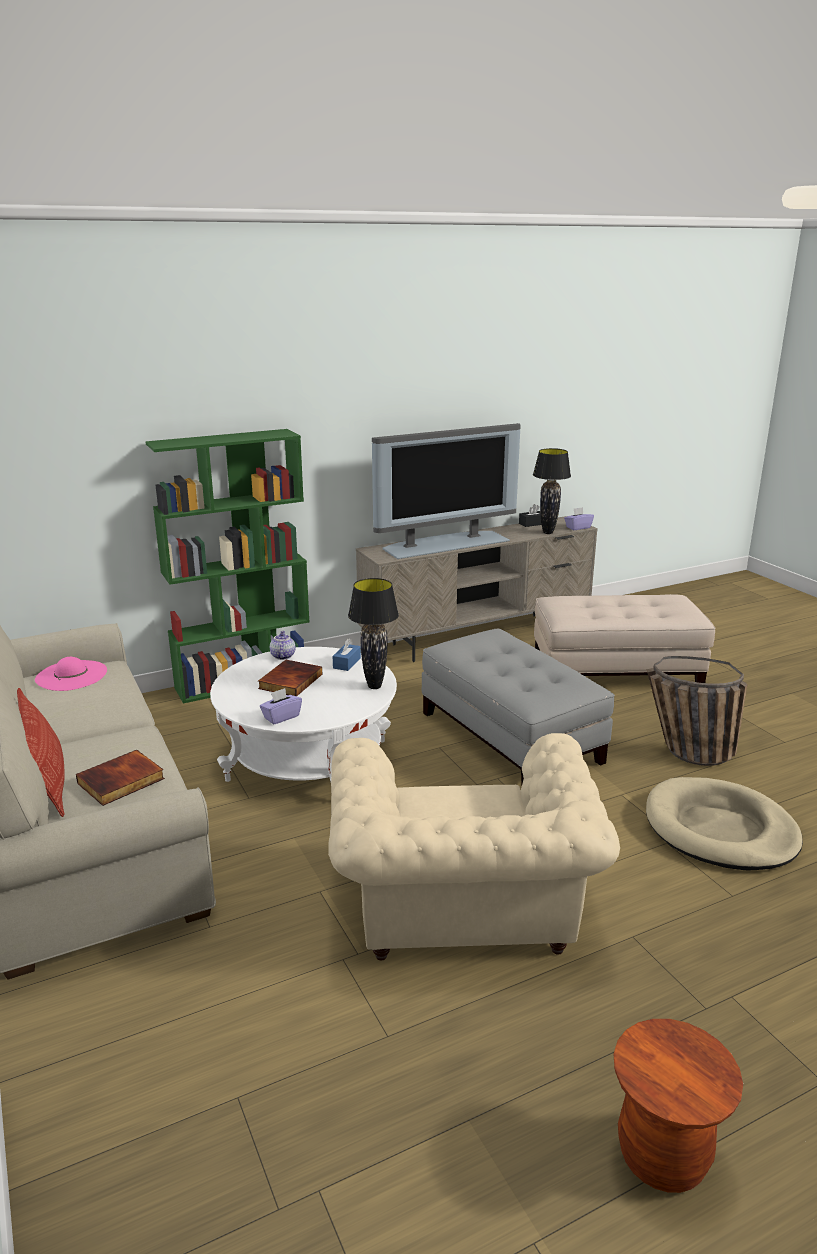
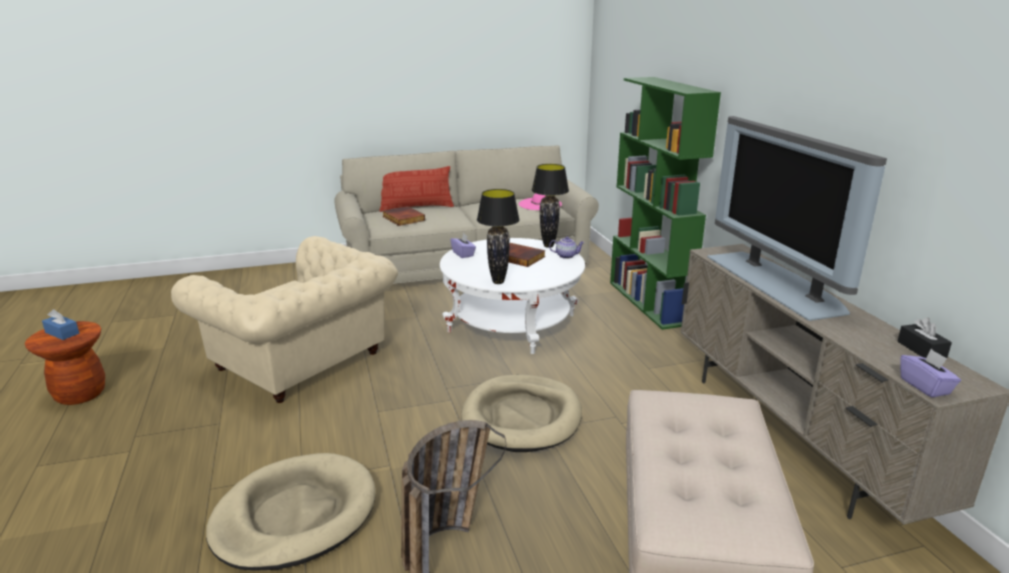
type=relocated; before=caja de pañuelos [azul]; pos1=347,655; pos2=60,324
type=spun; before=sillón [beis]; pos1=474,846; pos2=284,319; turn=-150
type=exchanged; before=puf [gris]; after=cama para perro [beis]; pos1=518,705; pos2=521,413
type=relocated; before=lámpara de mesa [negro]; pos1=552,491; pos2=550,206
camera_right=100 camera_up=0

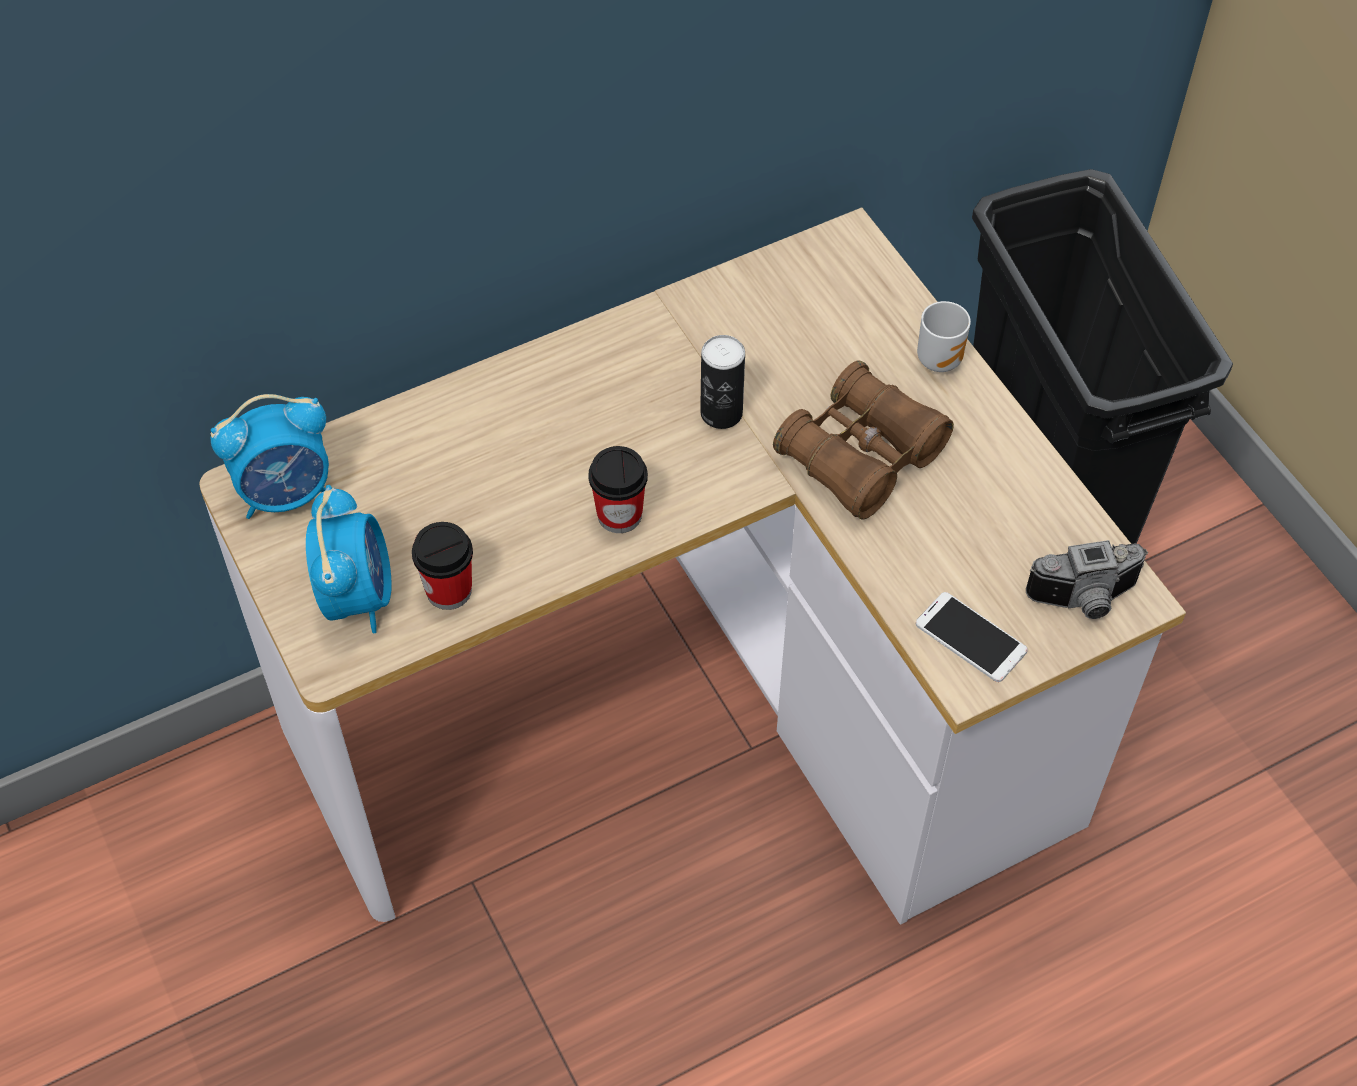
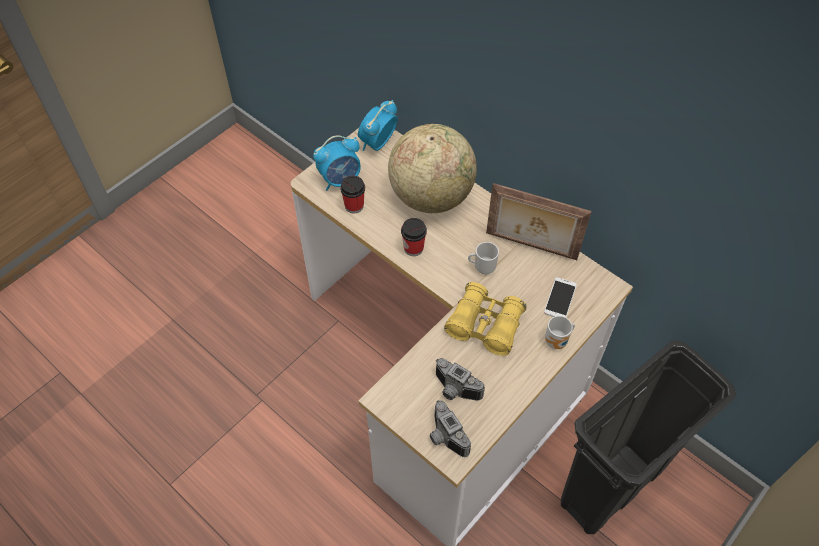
type=spun; before=despertador; pos1=270,456; pos2=378,125; turn=75
type=appeared; after=globo terráqueo; pos2=432,168
type=appeared; after=cámara; pos2=460,379
type=colour; before=prismáticos [marrón]; after=prismáticos [amarillo]; pos1=863,440; pos2=485,319
type=exchanged; before=lata; after=taza grande; pos1=722,382; pos2=483,258
type=appeared; after=portarretratos; pos2=538,221
type=relocated; before=móvil; pos1=972,637; pos2=560,297
camera_right=70 camera_up=0

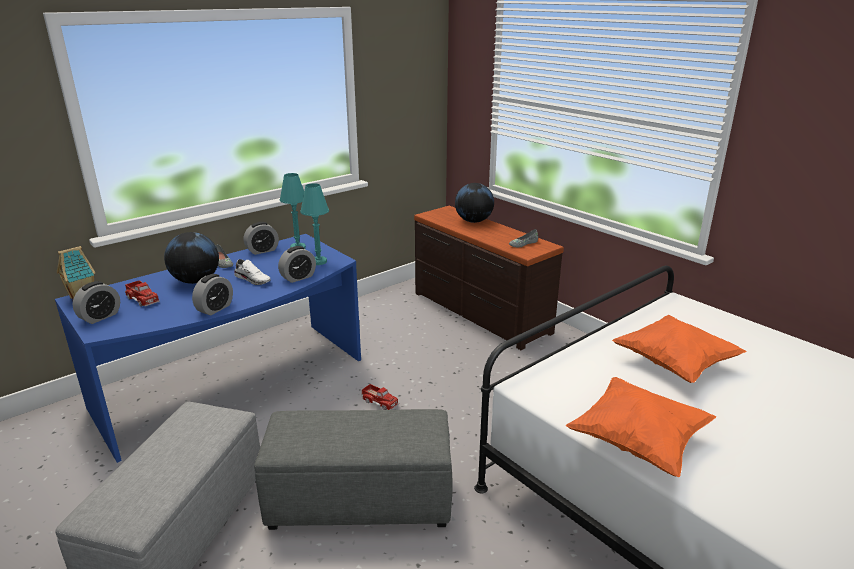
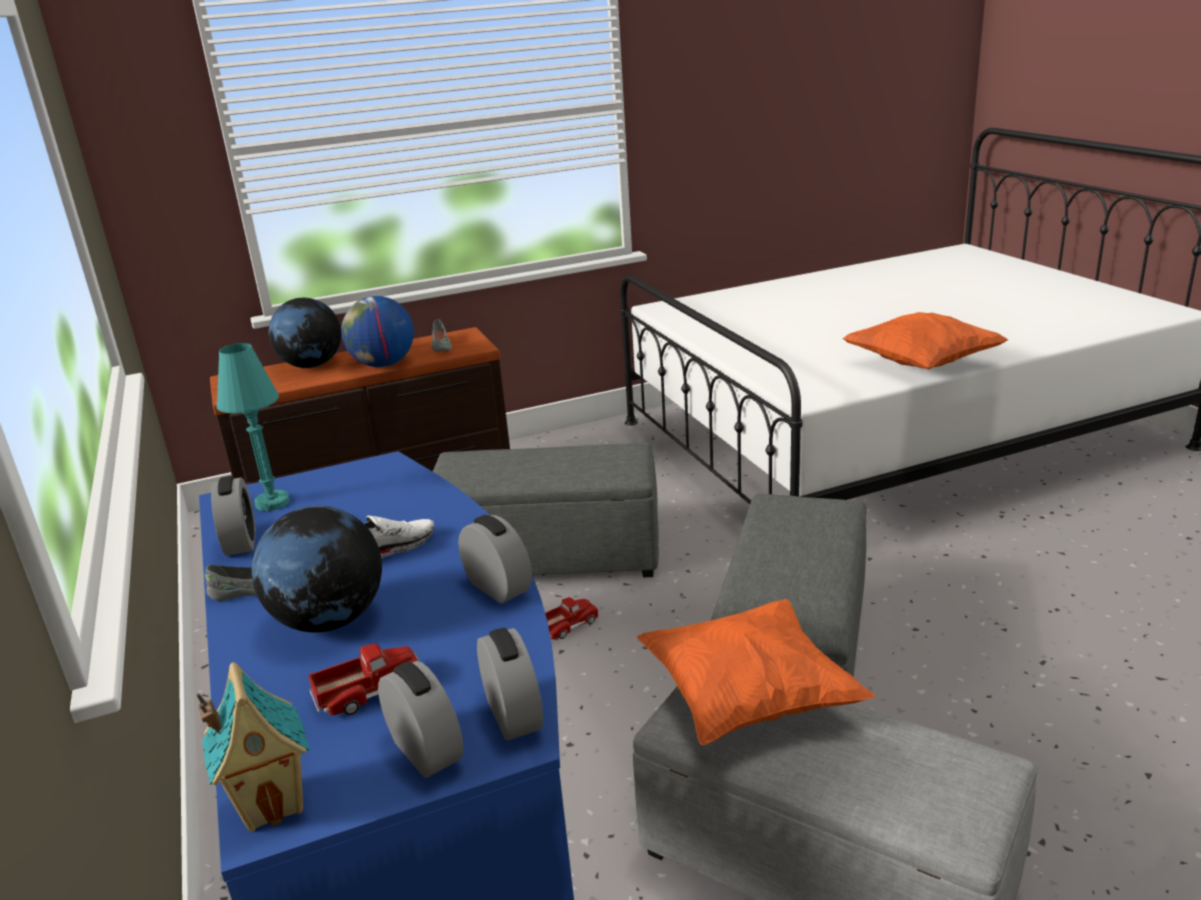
type=appeared; after=globo terráqueo; pos2=377,331
type=appeared; after=puf [gris]; pos2=546,510
type=relocated; before=despertador; pos1=297,264; pos2=510,684
type=relocated; before=cojín [naranja]; pos1=679,349; pos2=756,672
type=missing; before=lámpara de mesa [turquesa]; pos1=314,224
camera_right=-70 camera_up=0

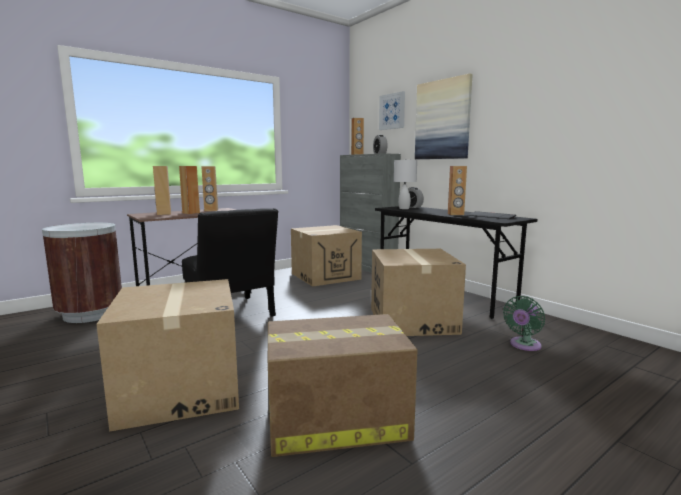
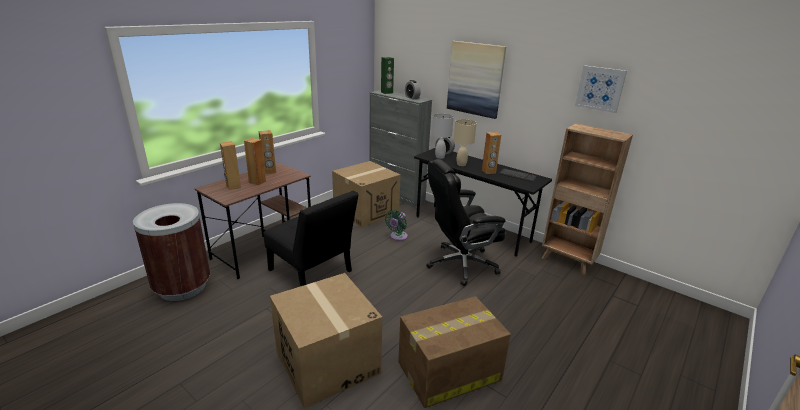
type=colour; before=altavoz [marrón]; after=altavoz [verde]; pos1=357,136; pos2=387,75
type=relocated; before=ventilador [verde]; pos1=524,323; pos2=396,225
type=exchanged; before=caja de cartón; after=silla de oficina [negro]; pos1=418,292; pos2=465,222
type=appeared; after=lámpara de mesa [beis]; pos2=465,142
type=appeared; after=estantería [marrón]; pos2=587,199
type=relocated; before=cuadro; pos1=392,110; pos2=601,89
camera_right=-15 camera_up=15

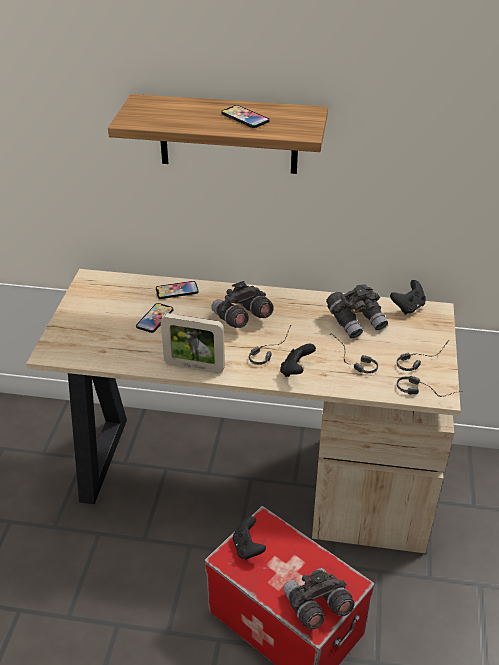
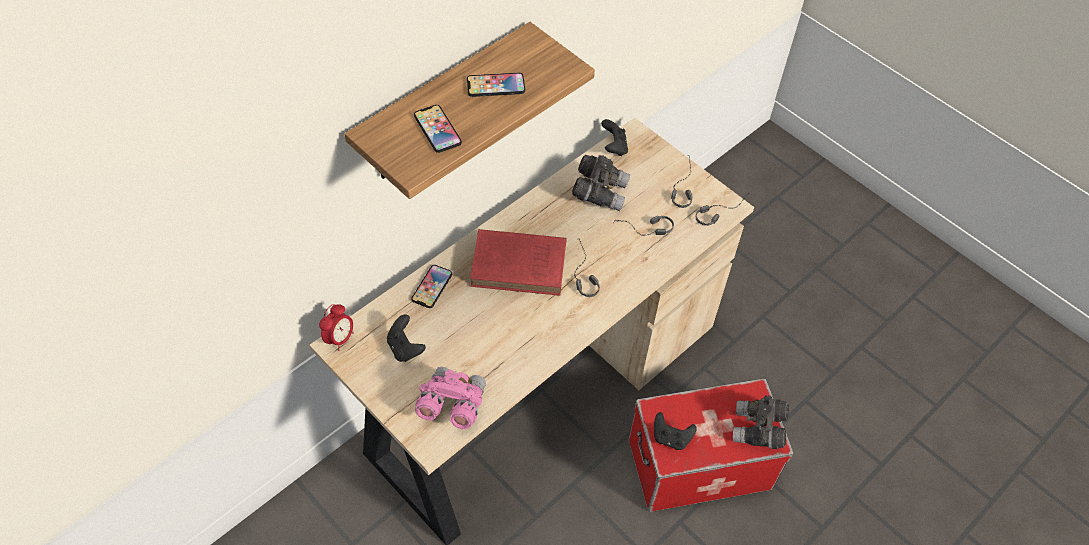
type=appeared; after=despertador; pos2=336,327
type=relocated; before=mando de consola [negro]; pos1=298,360; pos2=406,338
type=relocated; before=móvil; pos1=154,318; pos2=438,129
type=appeared; after=prismáticos [rosa]; pos2=450,398
type=exchanged; before=prismáticos [gris]; after=libro [rojo]; pos1=242,304; pos2=518,262
type=missing; before=portarretratos; pos1=193,343
camera_right=-55 camera_up=15

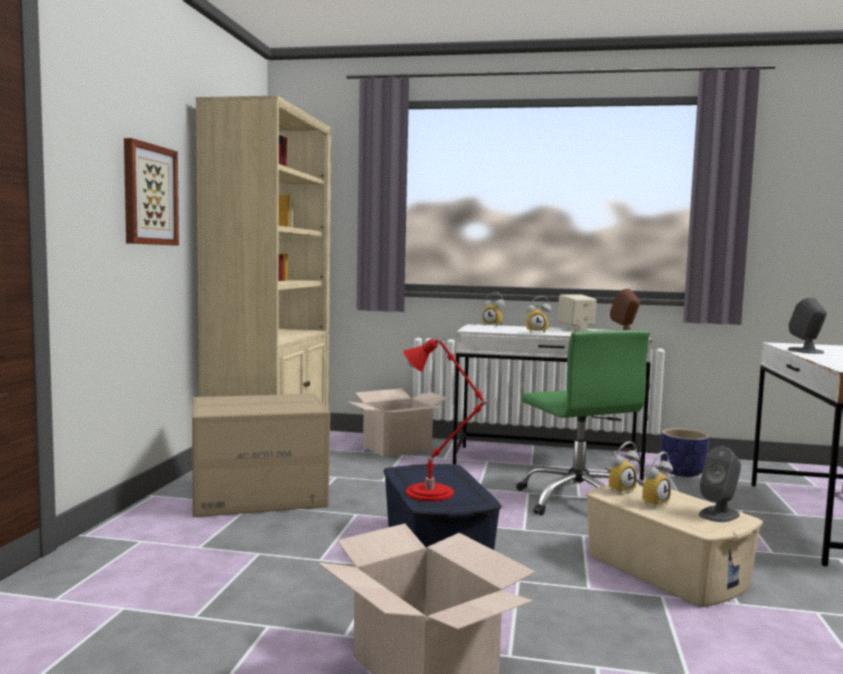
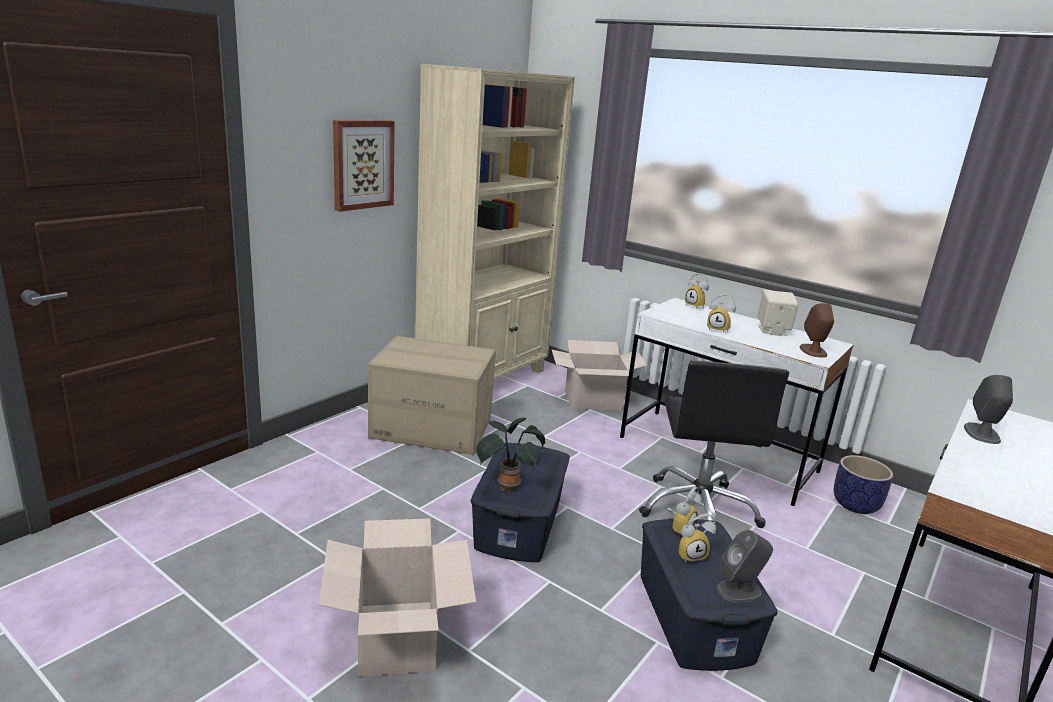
type=exchanged; before=lámpara de mesa [rojo]; after=planta en maceta; pos1=445,420; pos2=511,454
type=colour; before=silla de oficina [verde]; after=silla de oficina [negro]; pos1=583,423; pos2=714,444
type=colour; before=caja de almacenaje [beis]; after=caja de almacenaje [azul]; pos1=674,543; pos2=709,595
type=spun; before=despertador; pos1=622,467; pos2=684,510; turn=-45
camera_right=25 camera_up=15

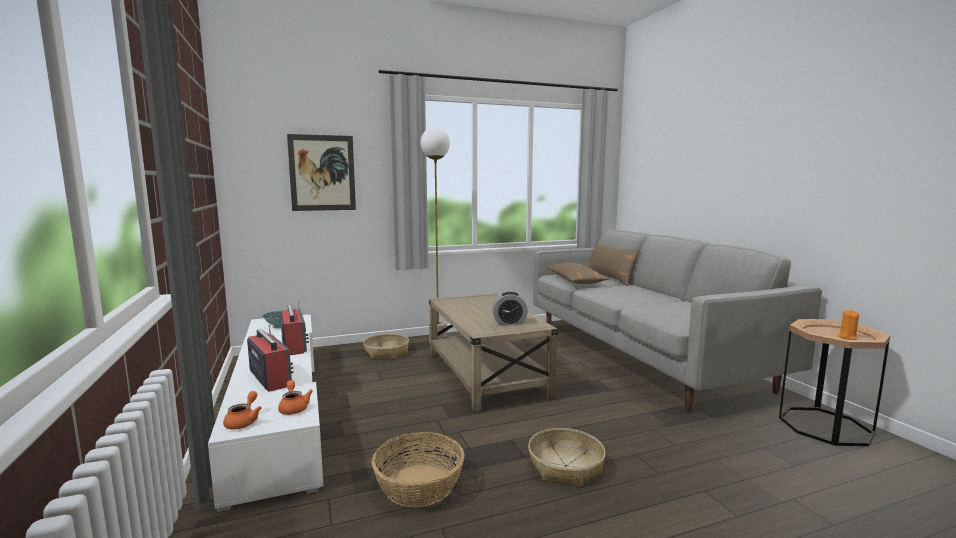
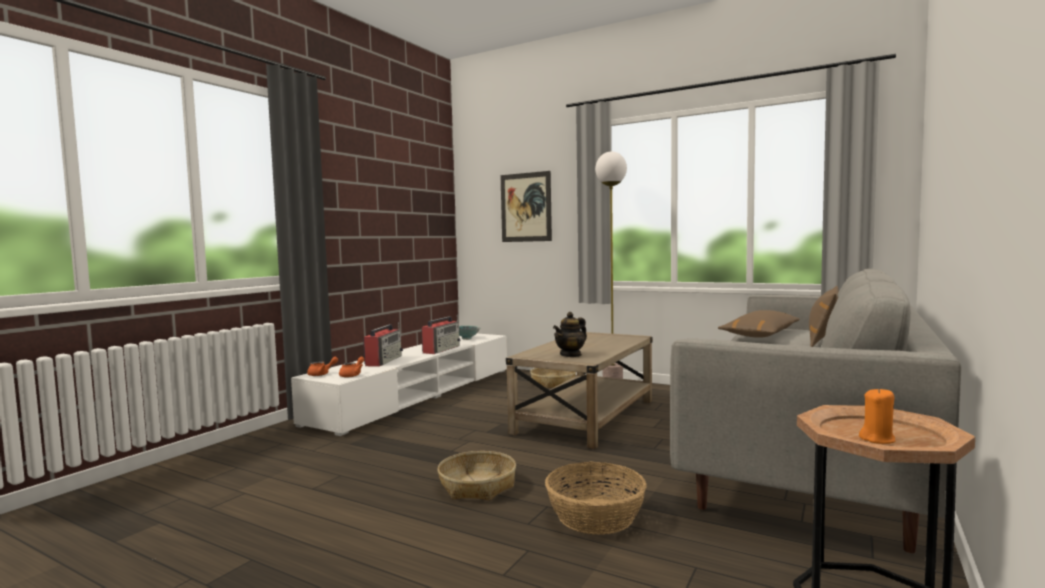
type=relocated; before=cesta; pos1=418,470; pos2=596,498
type=exchanged; before=despertador; after=tetera; pos1=510,308; pos2=570,334
camera_right=50 camera_up=-5

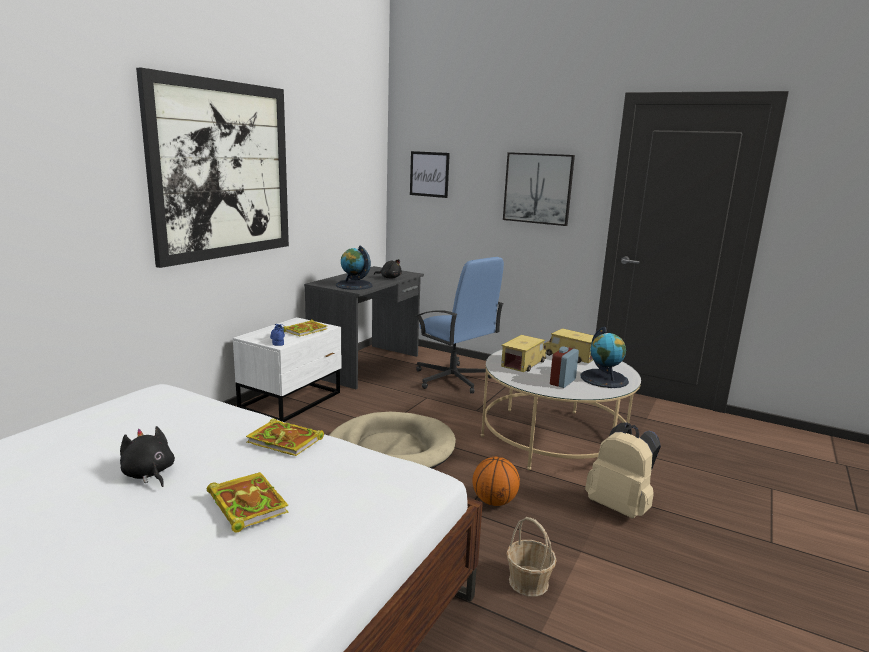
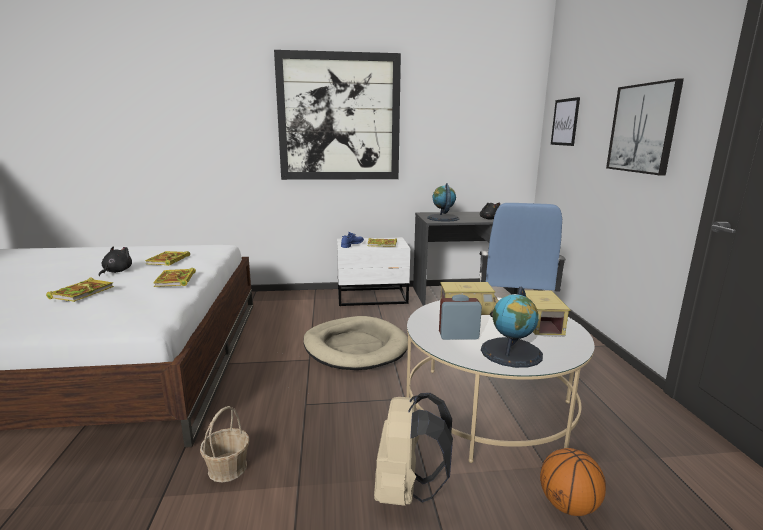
type=appeared; after=libro; pos2=167,258
type=relocated; before=balón de baloncesto; pos1=496,481; pos2=573,482
camera_right=55 camera_up=0

